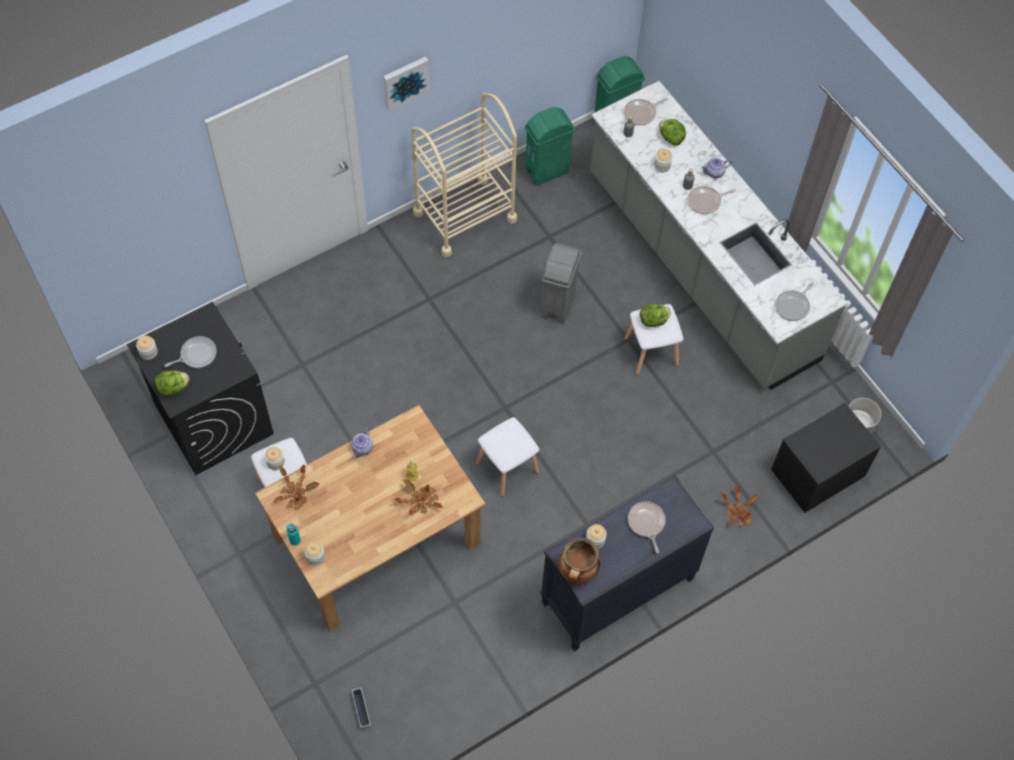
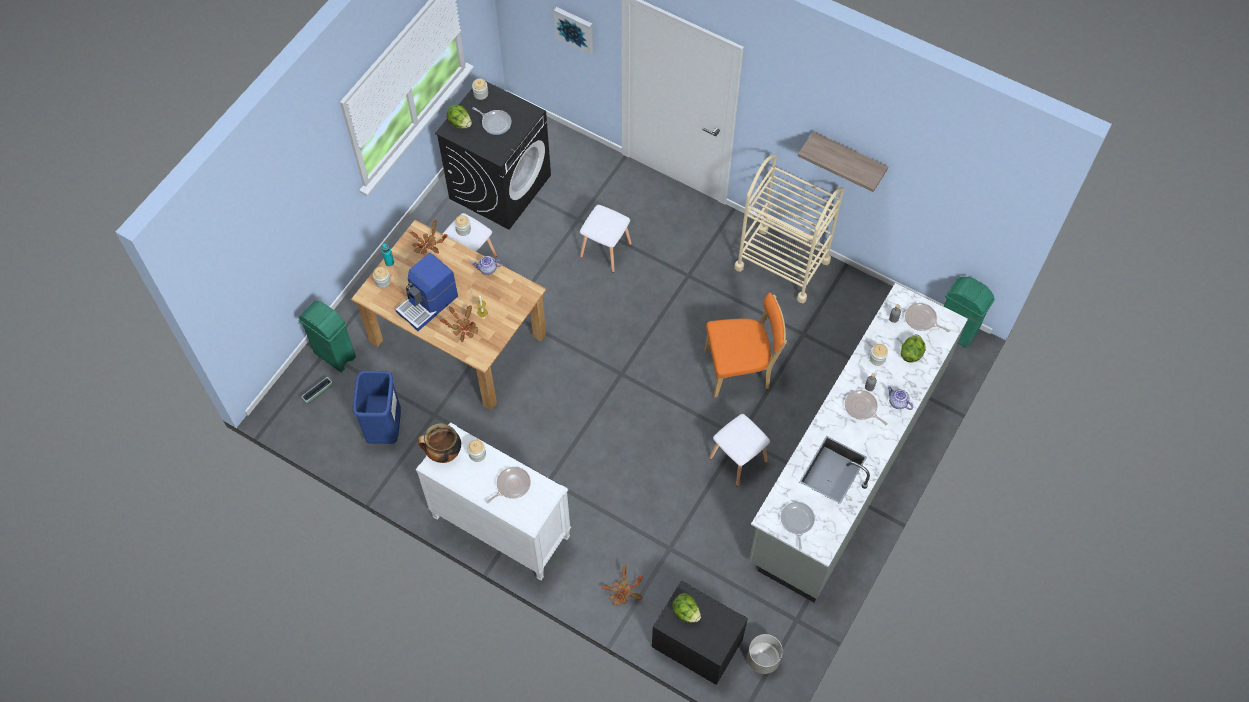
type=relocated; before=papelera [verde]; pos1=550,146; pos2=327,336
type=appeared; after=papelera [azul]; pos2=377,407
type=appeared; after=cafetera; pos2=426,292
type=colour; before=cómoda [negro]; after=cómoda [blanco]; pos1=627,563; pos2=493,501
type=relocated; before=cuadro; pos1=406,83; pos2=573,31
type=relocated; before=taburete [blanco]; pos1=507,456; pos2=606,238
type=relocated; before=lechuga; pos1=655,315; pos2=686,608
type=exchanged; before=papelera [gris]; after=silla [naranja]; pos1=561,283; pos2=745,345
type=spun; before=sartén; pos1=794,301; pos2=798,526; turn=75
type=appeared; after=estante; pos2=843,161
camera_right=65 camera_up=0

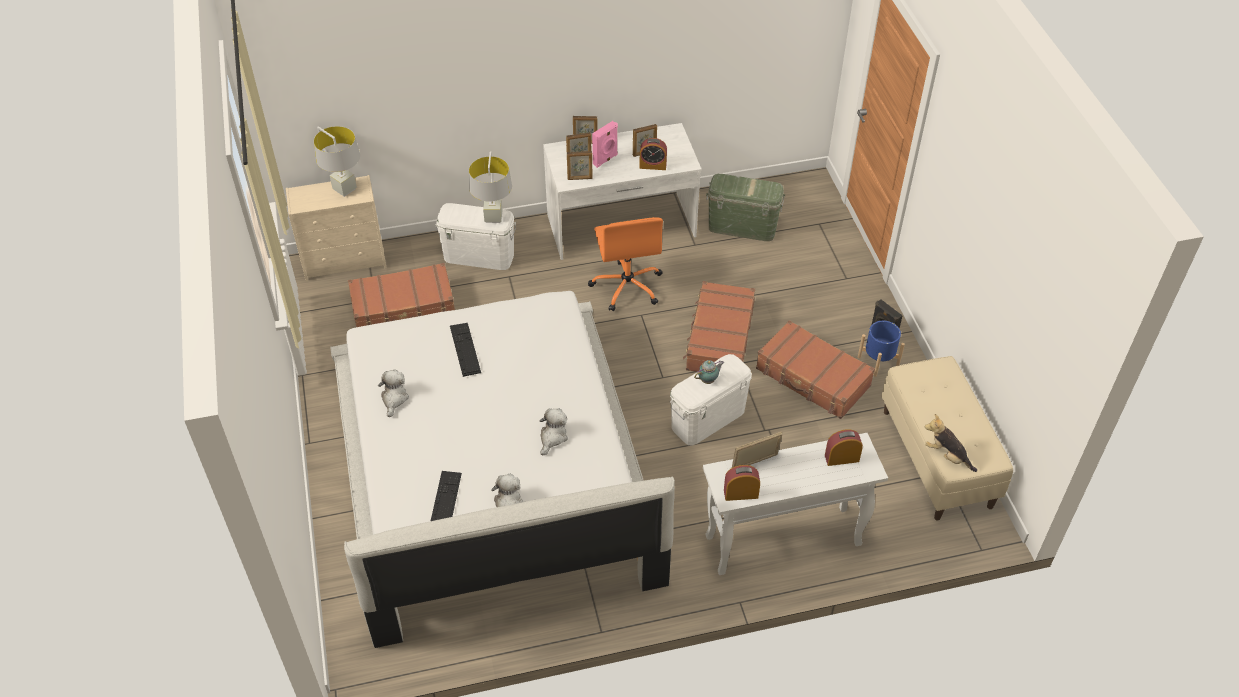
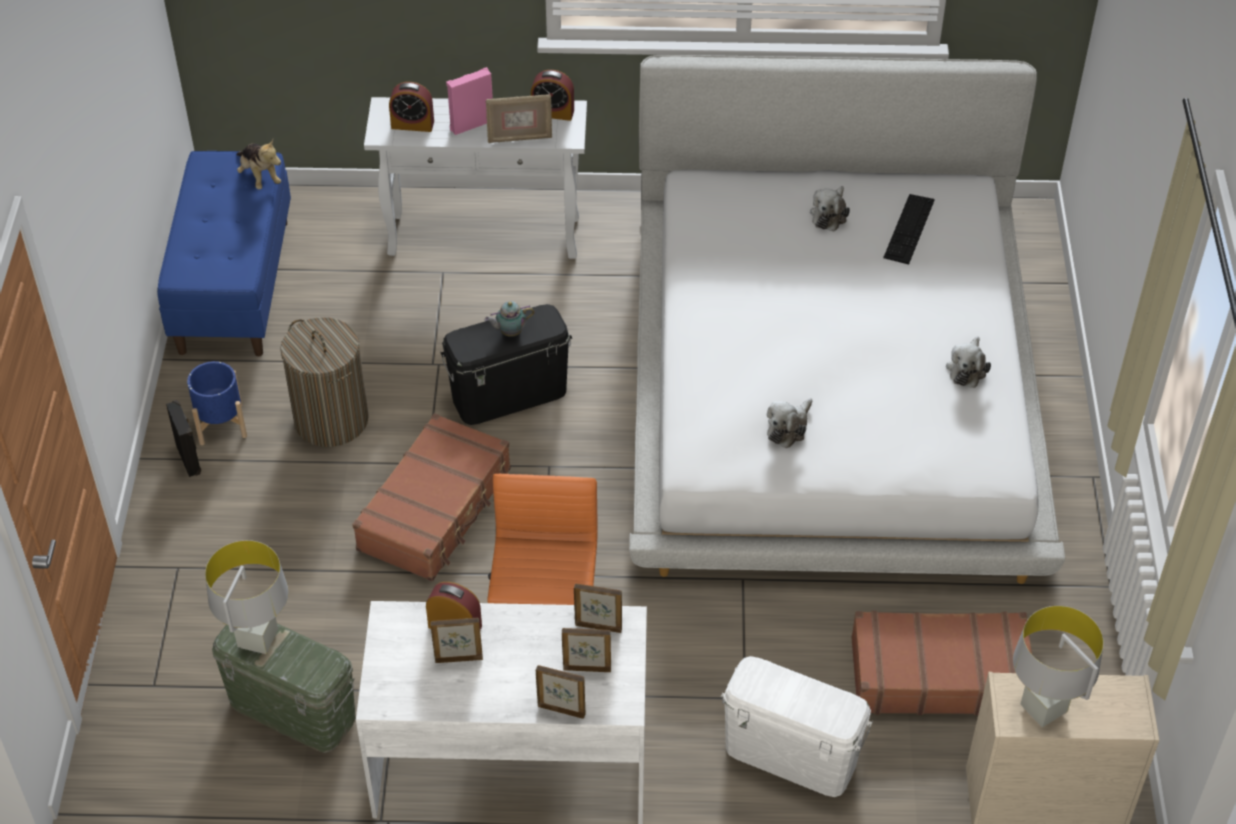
type=colour; before=banco [beis]; after=banco [azul]; pos1=947,438; pos2=224,253
type=relocated; before=lámpara de mesa [gris]; pos1=490,187; pos2=247,597
type=exchanged; before=maleta [marrón]; after=cesto de la ropa; pos1=815,369; pos2=324,382
type=colour; before=caja de almacenaje [blanco]; after=caja de almacenaje [negro]; pos1=710,400; pos2=506,364
type=relocated; before=altavoz [rosa]; pos1=605,144; pos2=469,101
type=relocated; before=peluche; pos1=553,431; pos2=789,423
type=missing; before=teclado; pos1=465,350
camera_right=-165 camera_up=0

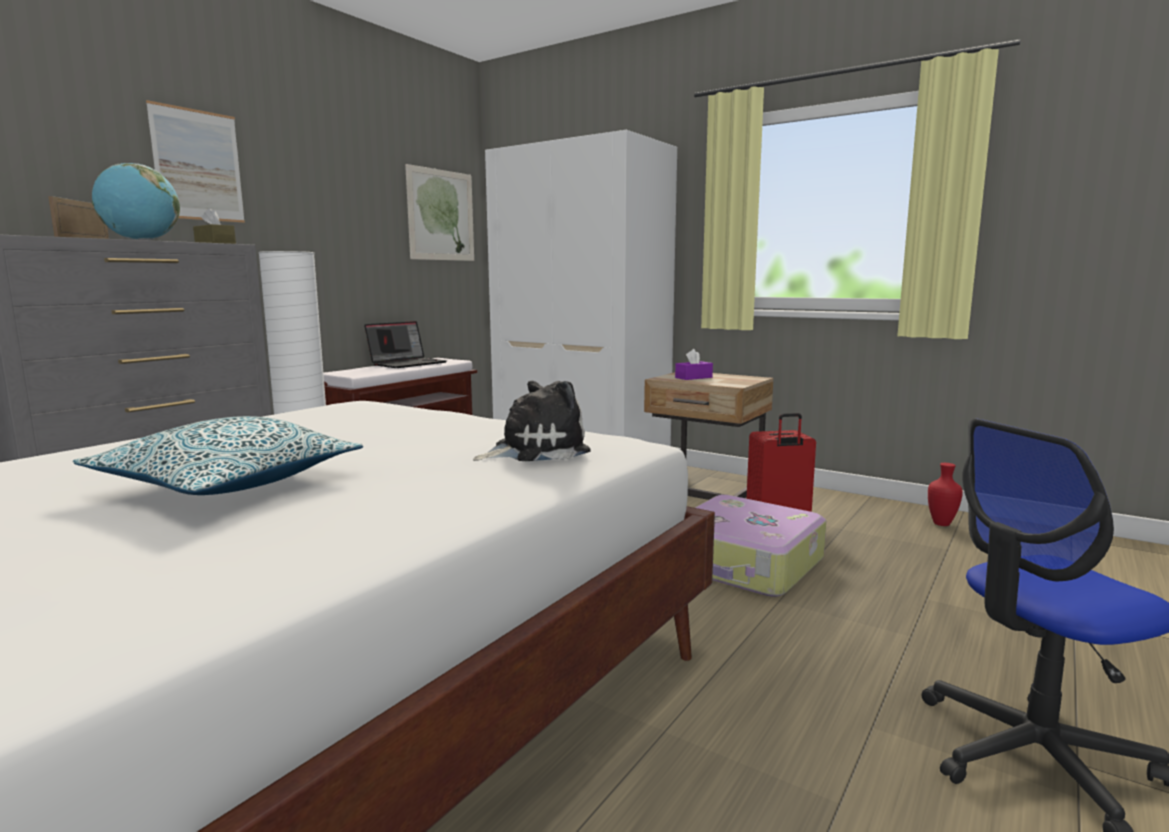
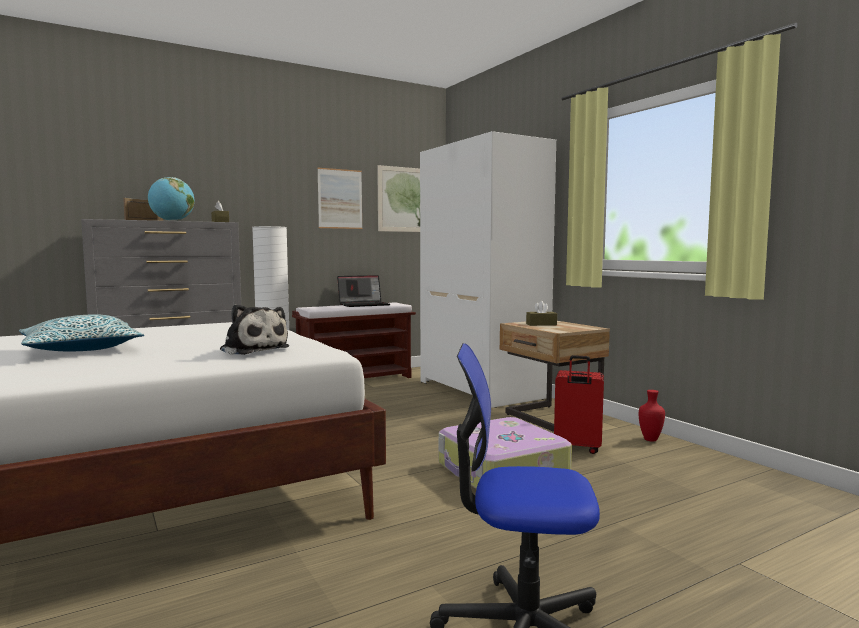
type=spun; before=peluche; pos1=532,421; pos2=255,329; turn=45
type=relocated; before=cuadro; pos1=195,161; pos2=340,198
type=colour; before=caja de pañuelos [morado]; after=caja de pañuelos [marrón]; pos1=694,364; pos2=541,313
type=relocated; before=florero [rojo]; pos1=945,494; pos2=652,416
camera_right=25 camera_up=-5

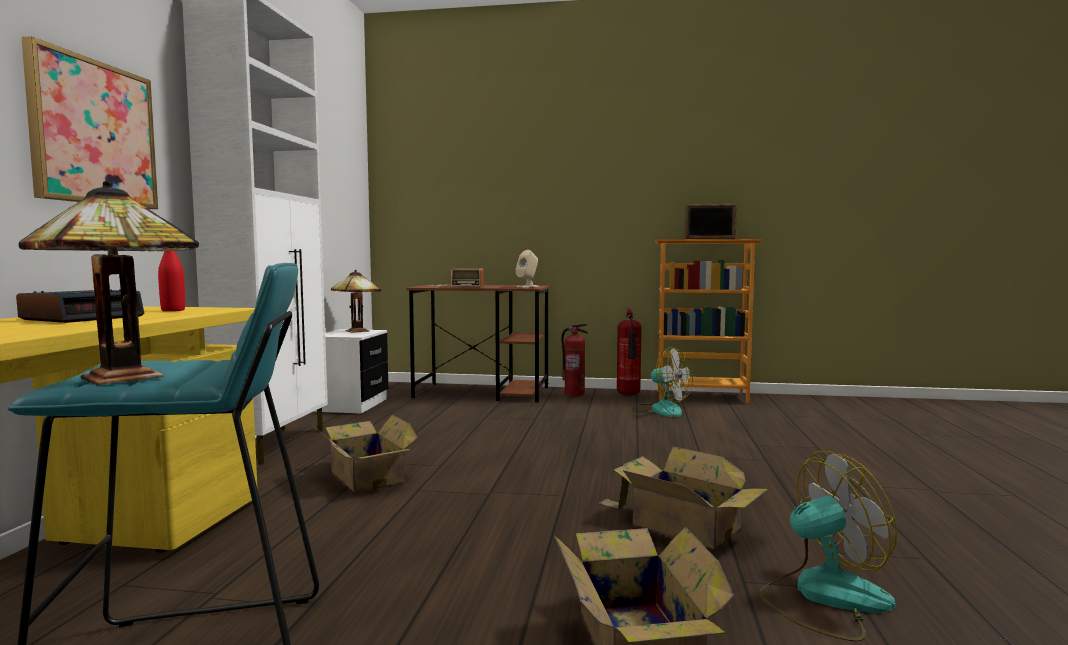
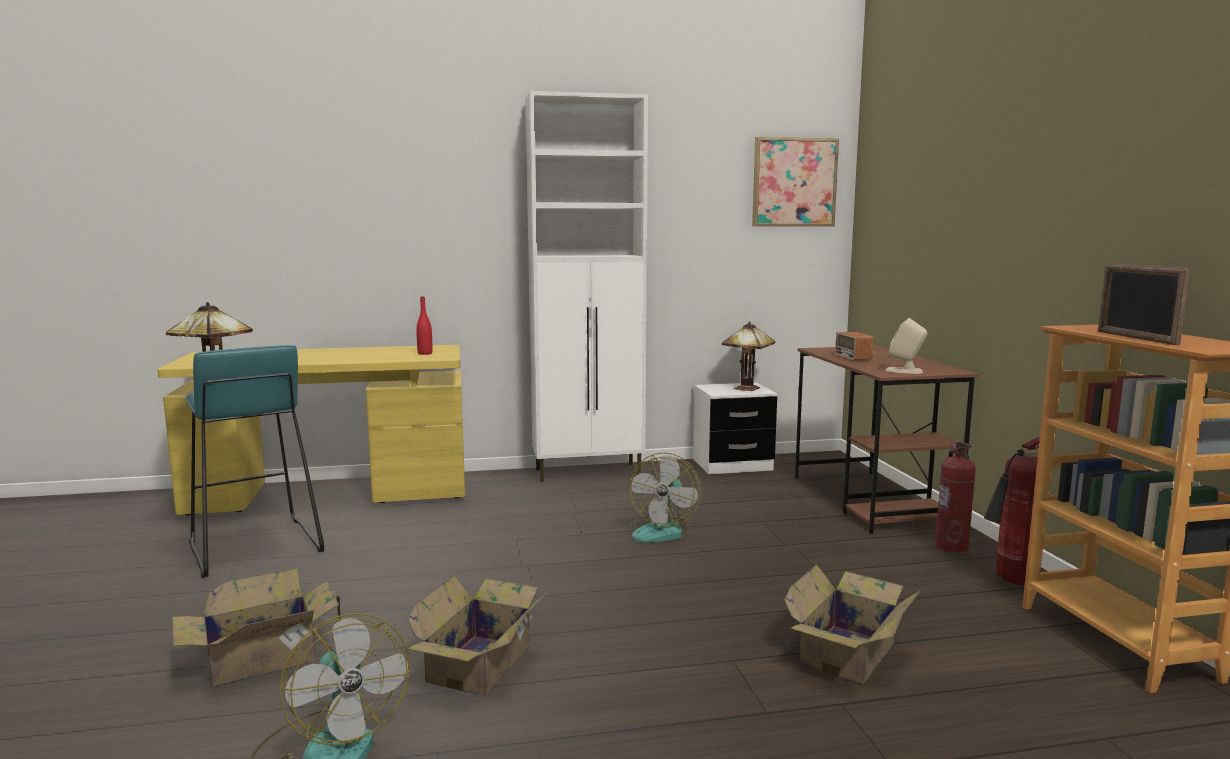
type=relocated; before=ventilador; pos1=661,382; pos2=664,497
type=relocated; before=cuadro; pos1=89,122; pos2=795,181
type=relocated; before=caja de cartón; pos1=365,453; pos2=852,624
type=missing; before=despertador; pos1=80,306
camera_right=70 camera_up=5

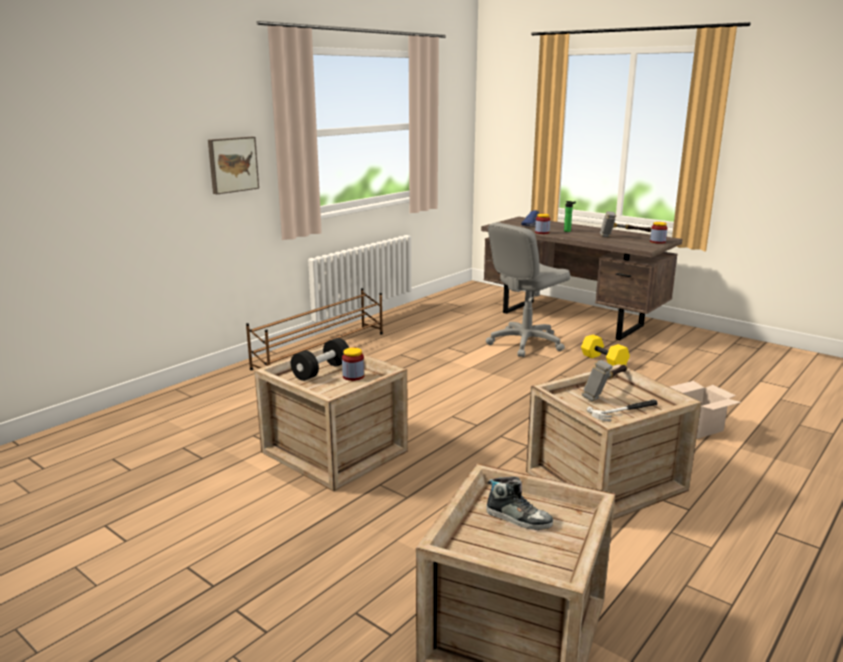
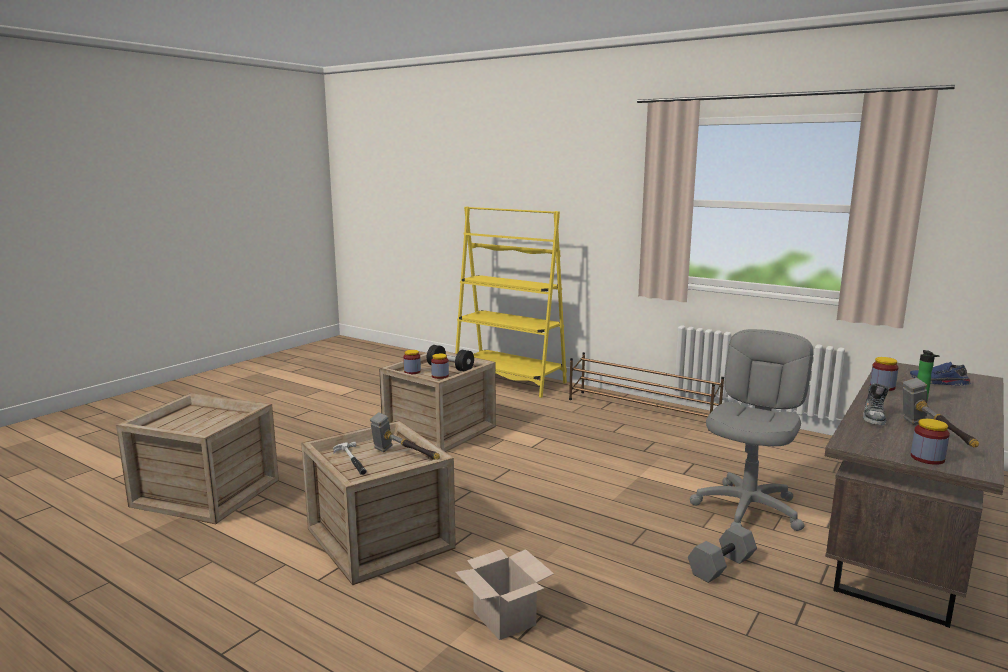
type=appeared; after=tarro; pos2=412,362
type=appeared; after=estantería [amarillo]; pos2=511,302
type=colour; before=mancuerna [amarillo]; after=mancuerna [gris]; pos1=605,350; pos2=722,553
type=spun; before=silla de oficina [gris]; pos1=528,290; pos2=752,430; turn=75
type=relocated; before=zapato; pos1=519,503; pos2=876,404
type=missing; before=cuadro; pos1=233,165
camera_right=85 camera_up=-5

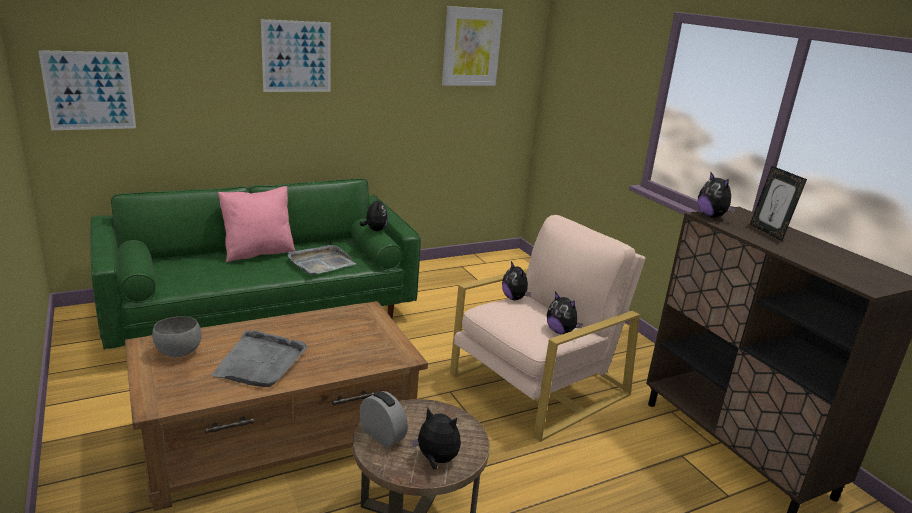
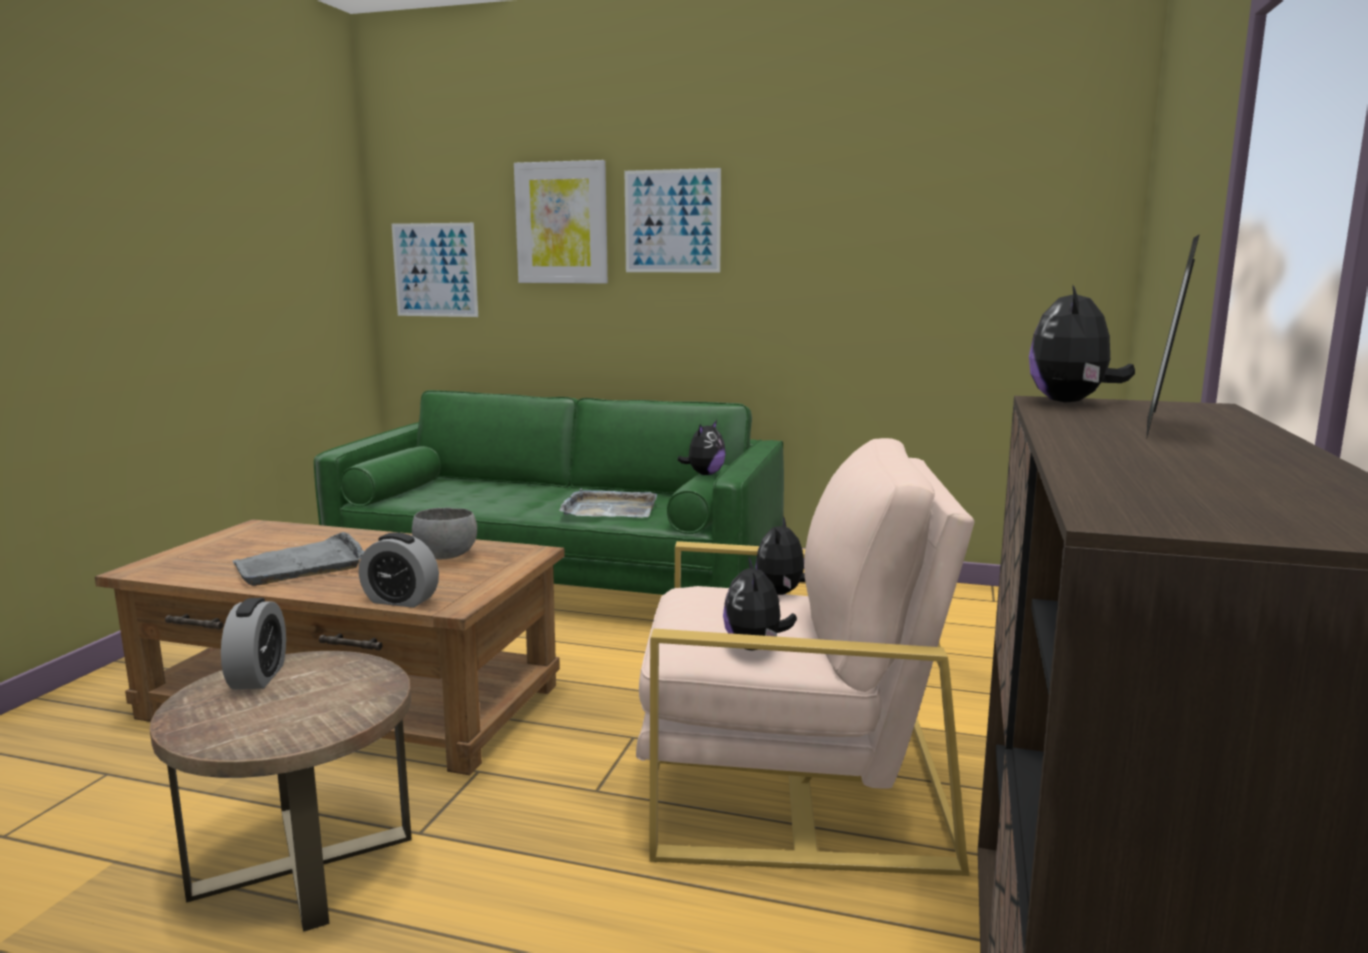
type=appeared; after=despertador; pos2=399,570
type=relocated; before=cuenco [gris]; pos1=176,336; pos2=444,533
type=relocated; before=cuadro; pos1=472,46; pos2=561,221
type=missing; before=cojín [rosa]; pos1=256,224
type=missing; before=peluche; pos1=435,438
camera_right=45 camera_up=-10

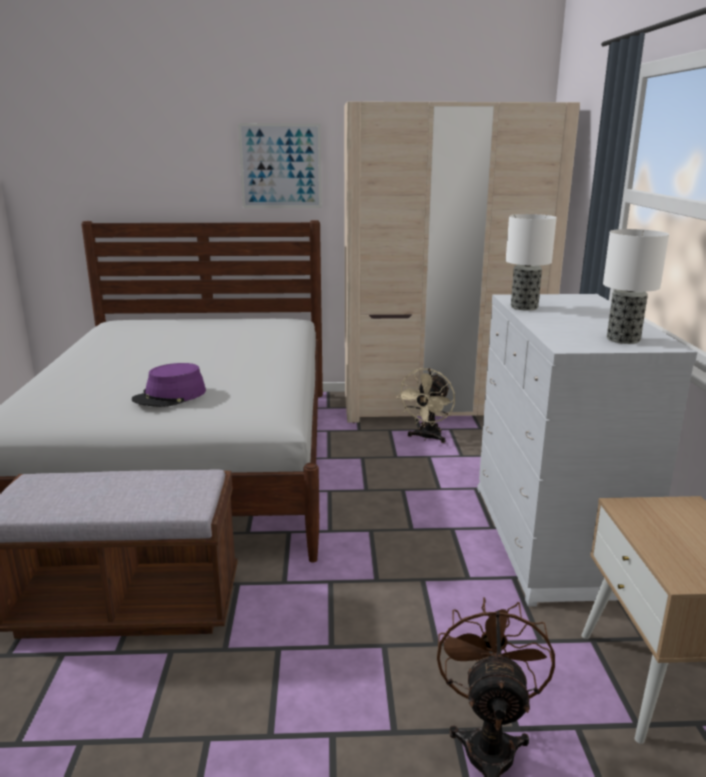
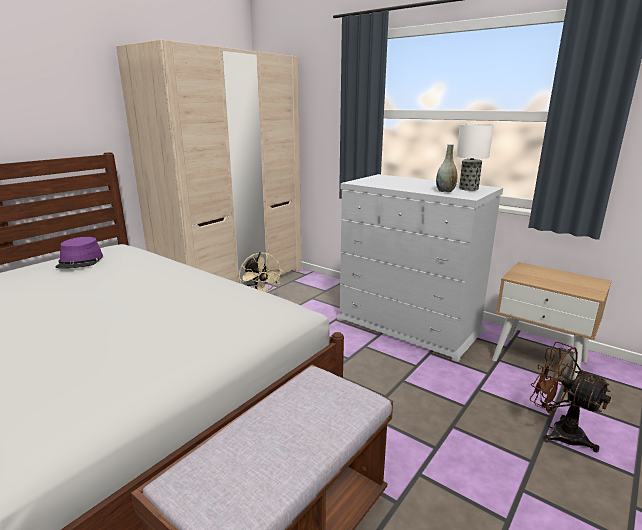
type=relocated; before=sombrero [morado]; pos1=169,385; pos2=79,253
type=appeared; after=florero [gris]; pos2=446,168
type=missing; before=cuadro; pos1=280,165
type=missing; before=lámpara de mesa; pos1=531,262
camera_right=-50 camera_up=0

